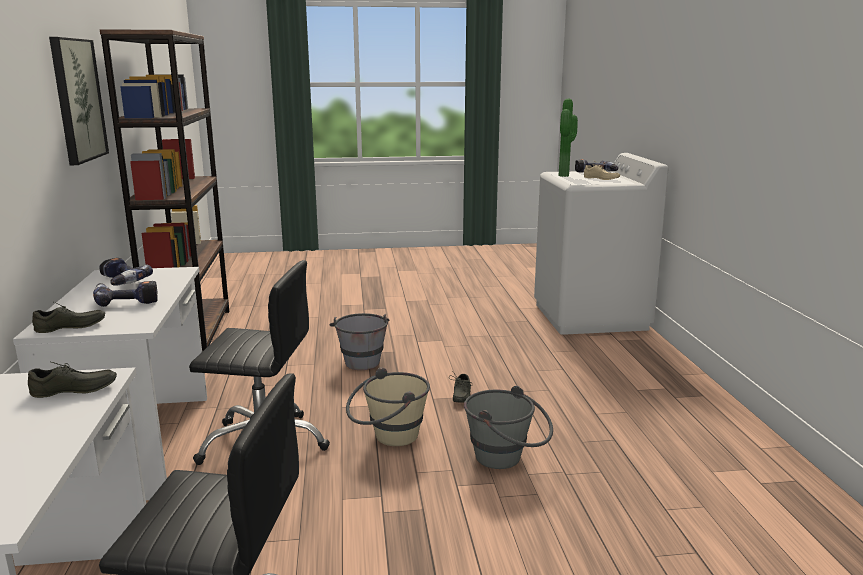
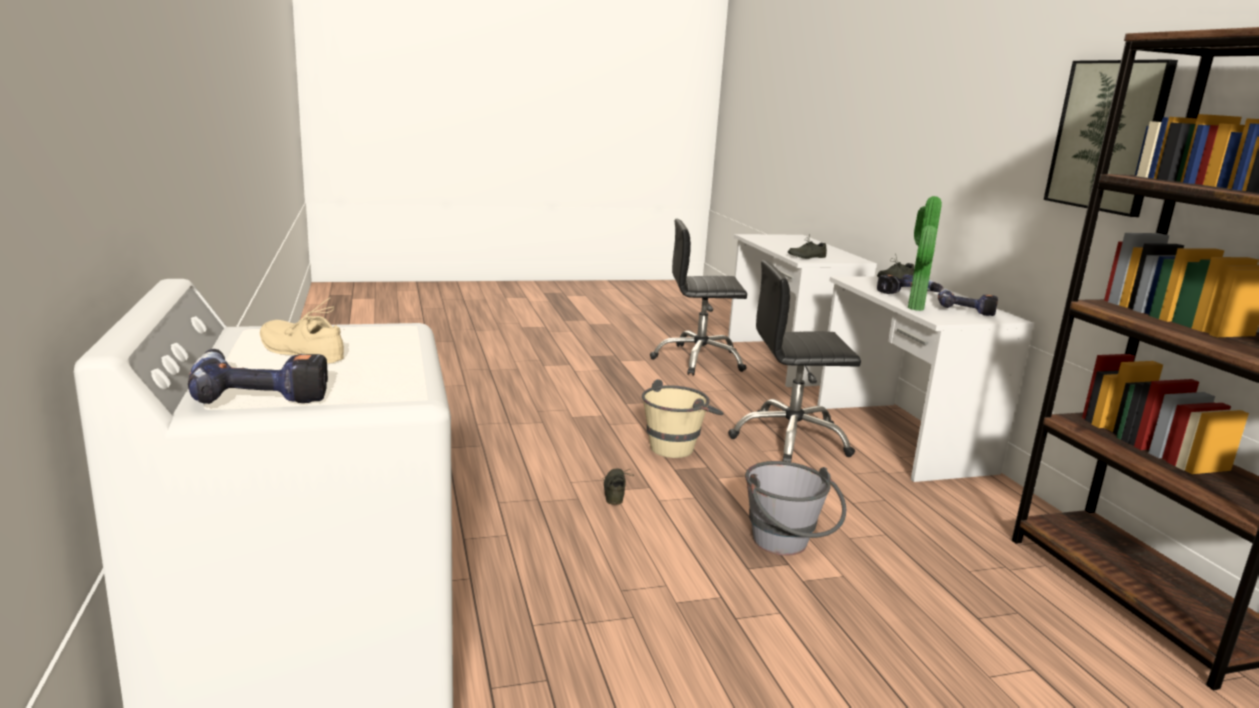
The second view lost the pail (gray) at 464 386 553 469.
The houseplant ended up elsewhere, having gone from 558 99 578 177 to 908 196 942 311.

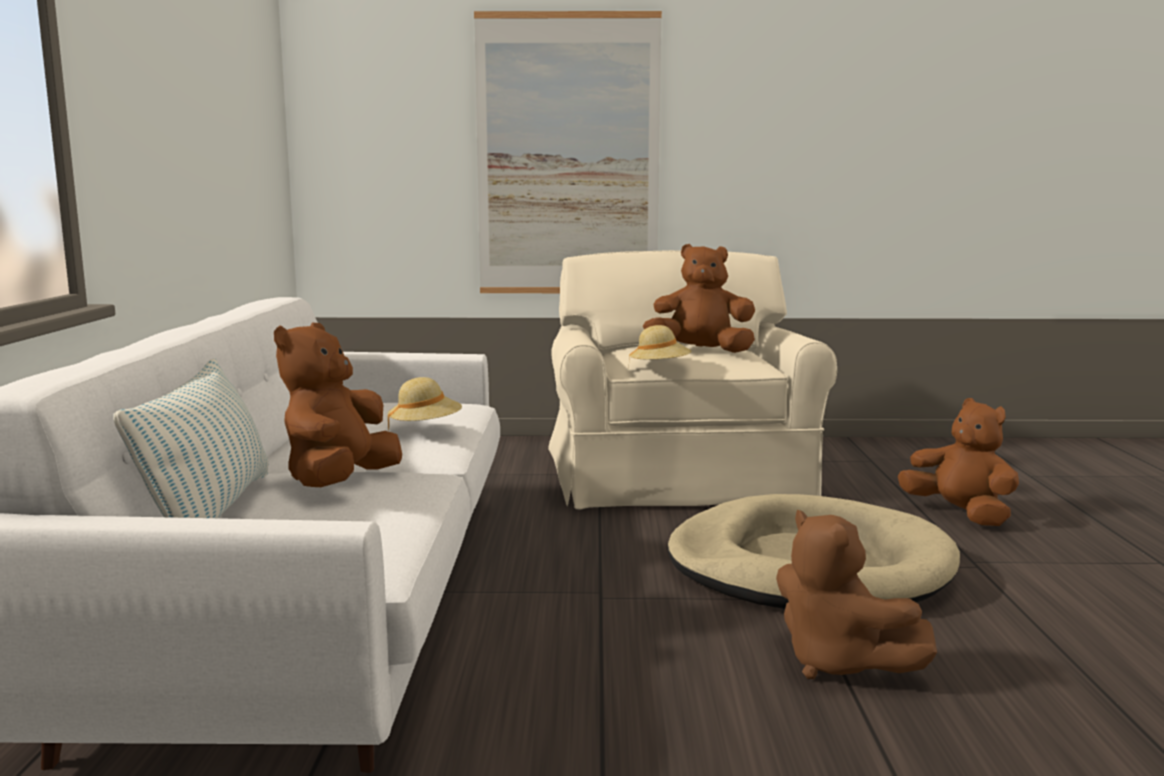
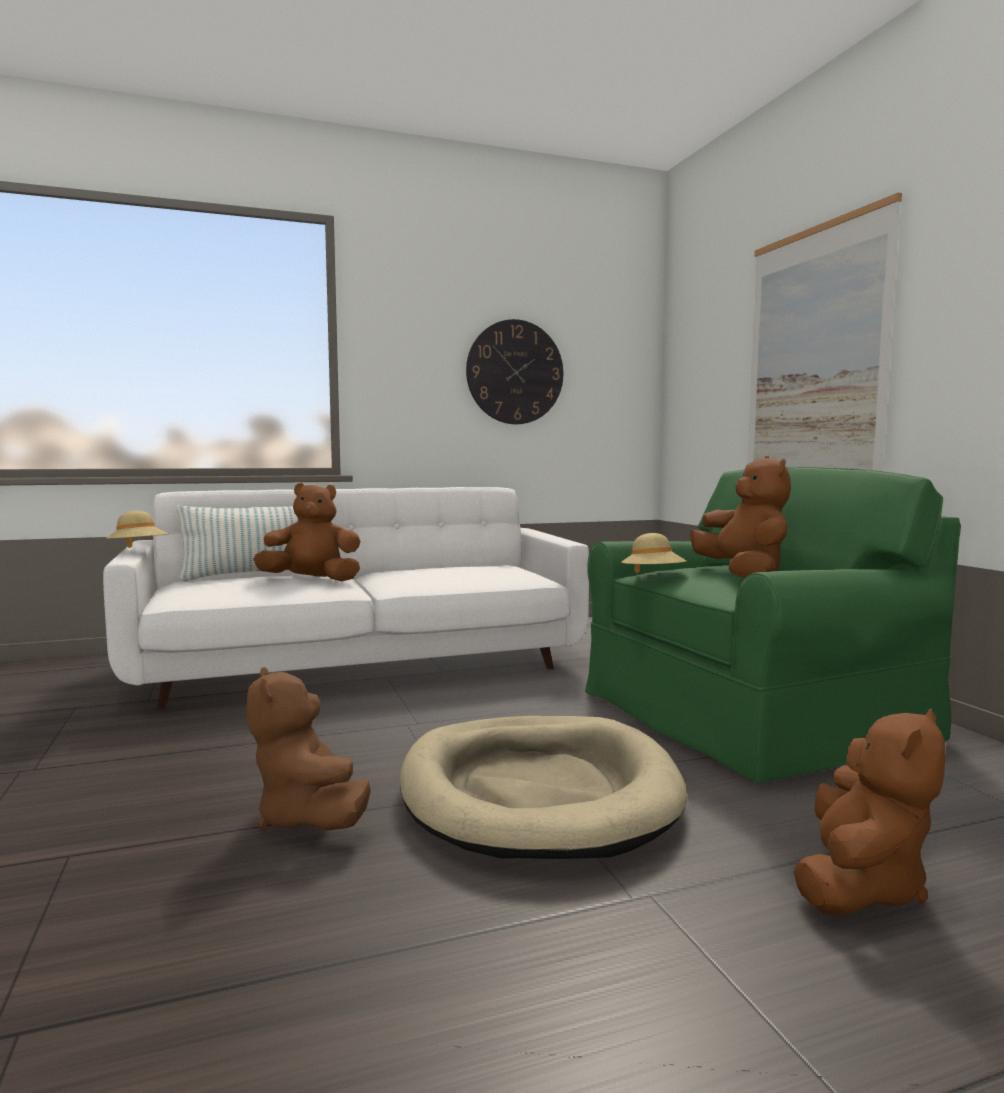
The second view gained the clock on the wall at 466 319 563 424.
The clothing hat (beige) ended up elsewhere, having gone from 387 377 462 431 to 106 511 169 548.
What was the easy chair (beige) at 548 250 837 510 turned into the easy chair (greenish) at 585 467 961 783.
The cuddly toy (brown) at 776 510 937 679 ended up facing another way, 60 degrees counterclockwise from before.

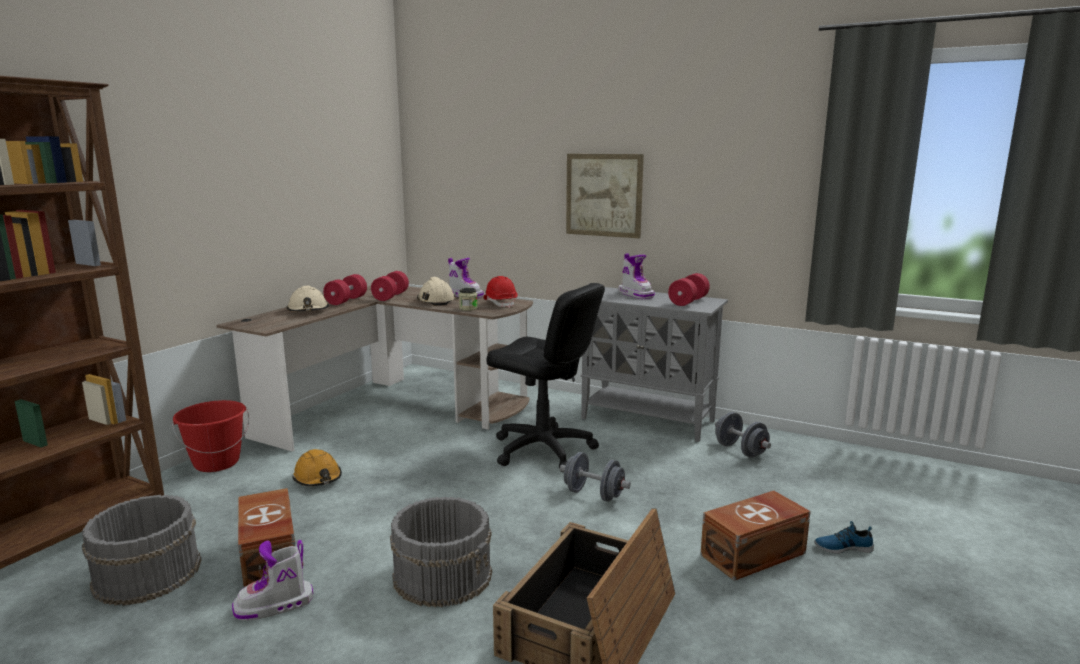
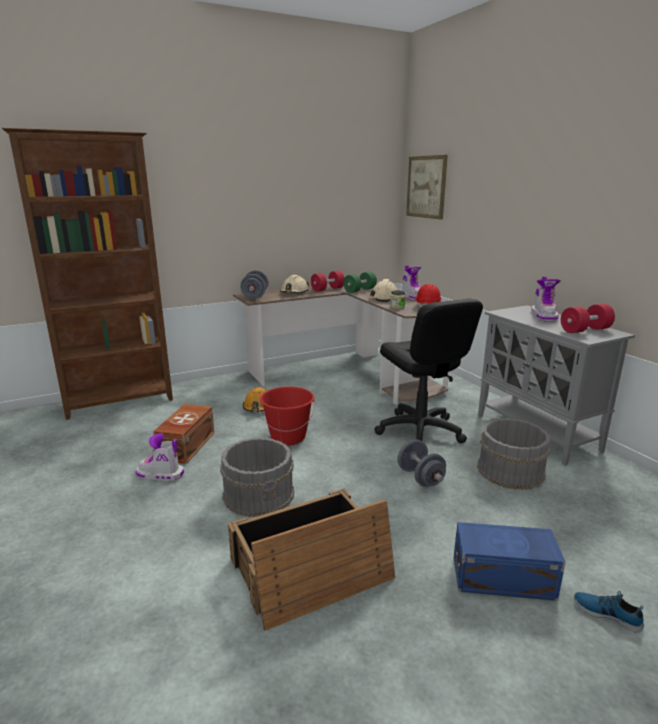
The pail (gray) ended up elsewhere, having gone from 82 495 201 606 to 477 418 550 490.
The pail (red-coloured) ended up elsewhere, having gone from 172 400 249 472 to 259 387 316 446.
The picture ended up elsewhere, having gone from 566 154 644 238 to 406 155 448 220.
The dumbbell (gray) ended up elsewhere, having gone from 715 412 771 458 to 240 270 269 299.
What was the dumbbell (red-coloured) at 371 271 409 301 turned into the dumbbell (greenish) at 343 271 377 293.
What was the storage box (brown) at 701 491 811 581 turned into the storage box (blue-coloured) at 454 522 566 601.

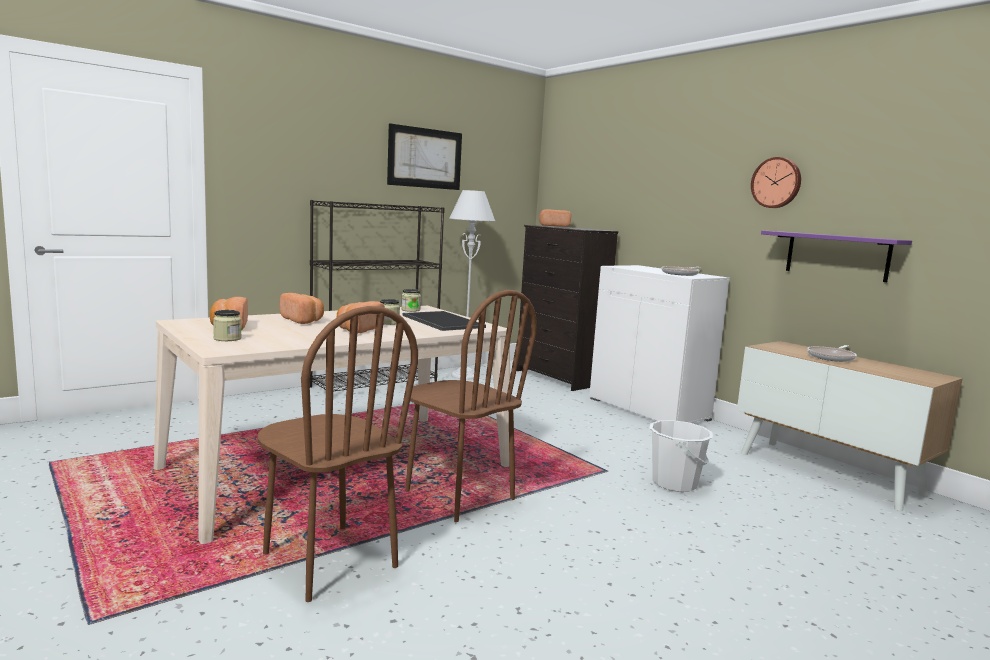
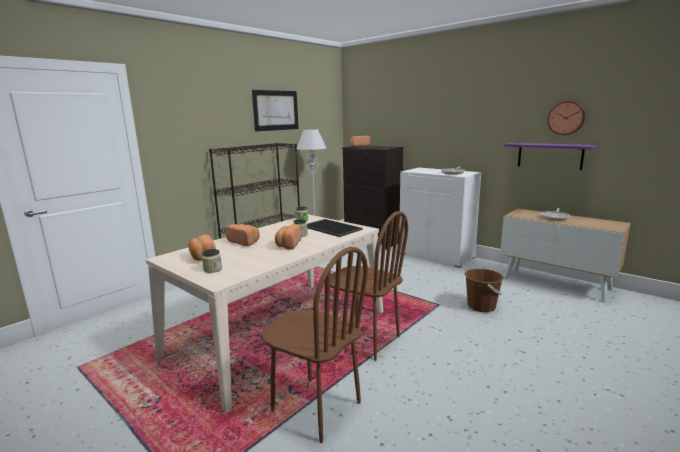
The clock on the wall ended up elsewhere, having gone from 751 157 801 208 to 547 101 585 135.
What was the pail (whitish) at 650 420 713 492 turned into the pail (brown) at 464 269 504 312.

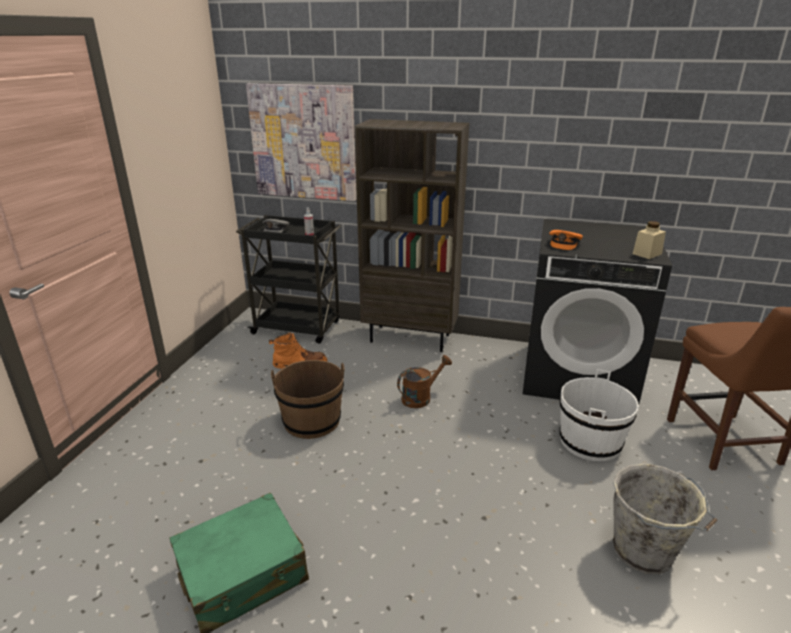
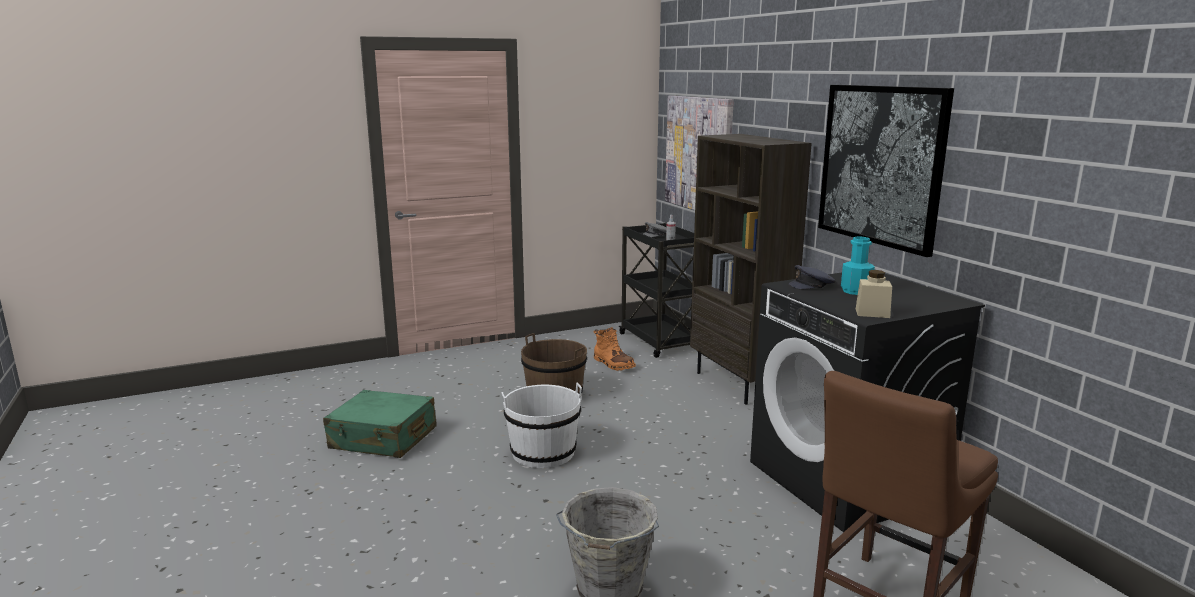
The second view lost the sprinkling can (brown) at 397 355 452 408.
The second view gained the picture at 818 85 954 257.
The second view gained the beverage bottle (turquoise) at 841 237 875 295.
The pail (whitish) ended up elsewhere, having gone from 559 369 639 461 to 502 382 582 468.
What was the peaked cap (orangey) at 549 230 583 250 turned into the peaked cap (gray) at 789 265 836 289.

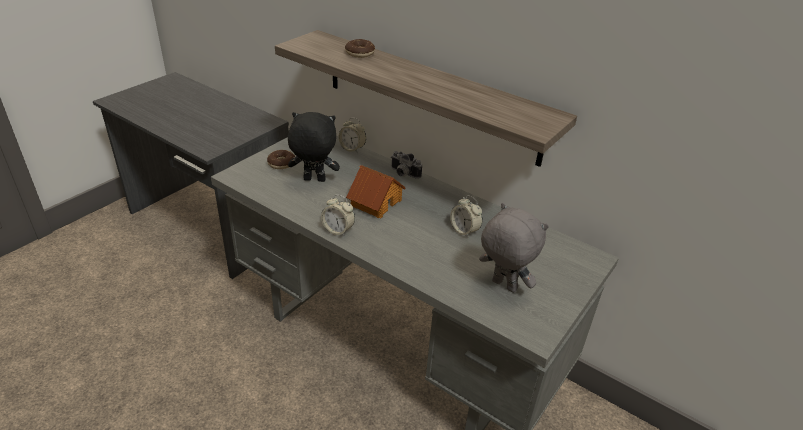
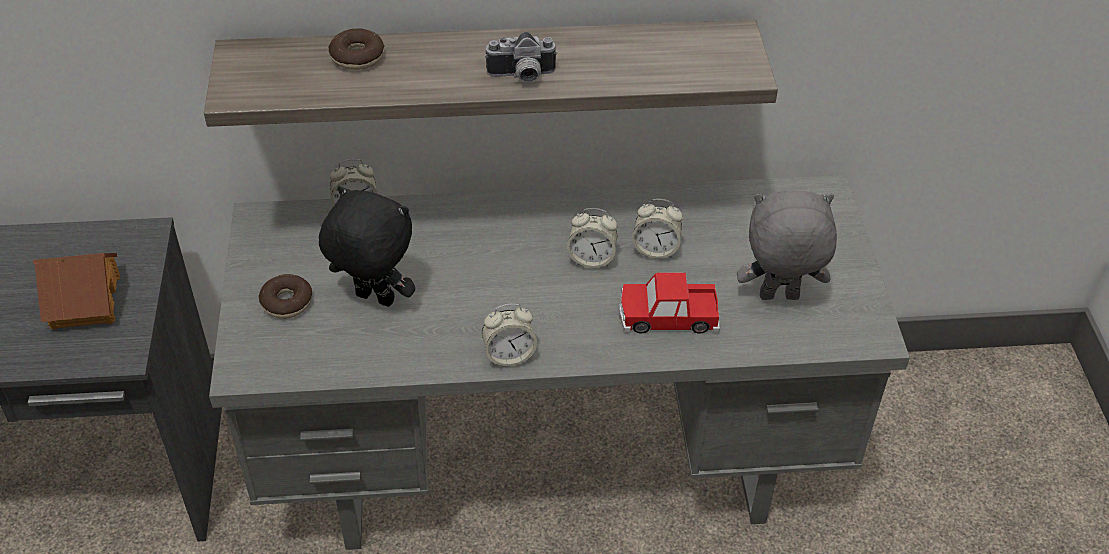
The second view gained the alarm clock at 567 208 617 268.
The second view gained the miniature car at 619 273 720 333.
The miniature house ended up elsewhere, having gone from 346 165 406 219 to 33 253 120 329.
The photo camera ended up elsewhere, having gone from 391 151 422 179 to 485 32 557 83.
The cuddly toy (blackish) at 288 112 340 182 ended up facing another way, 60 degrees clockwise from before.

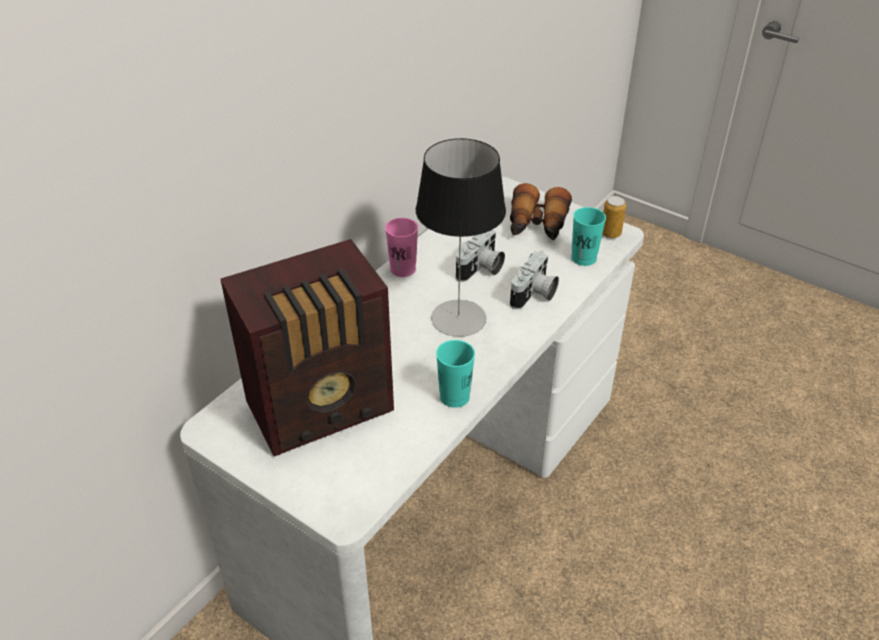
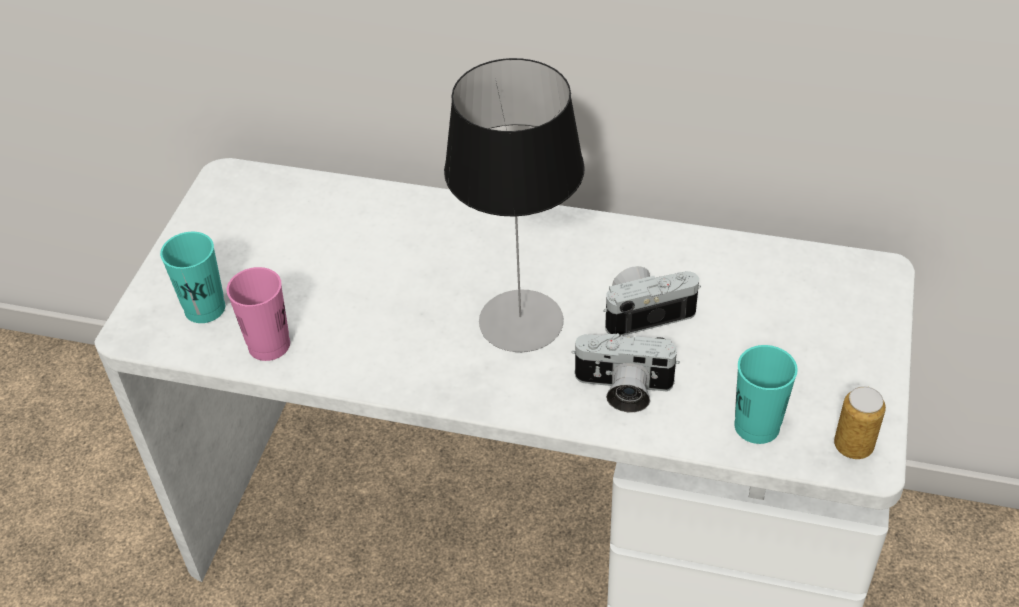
The second view lost the radio receiver at 220 239 394 456.
The second view lost the binoculars at 510 183 572 240.
The cup (pink) ended up elsewhere, having gone from 385 218 418 277 to 227 267 290 361.
The cup (turquoise) ended up elsewhere, having gone from 436 340 475 408 to 160 232 225 323.
The photo camera at 456 229 505 282 ended up facing another way, 150 degrees clockwise from before.

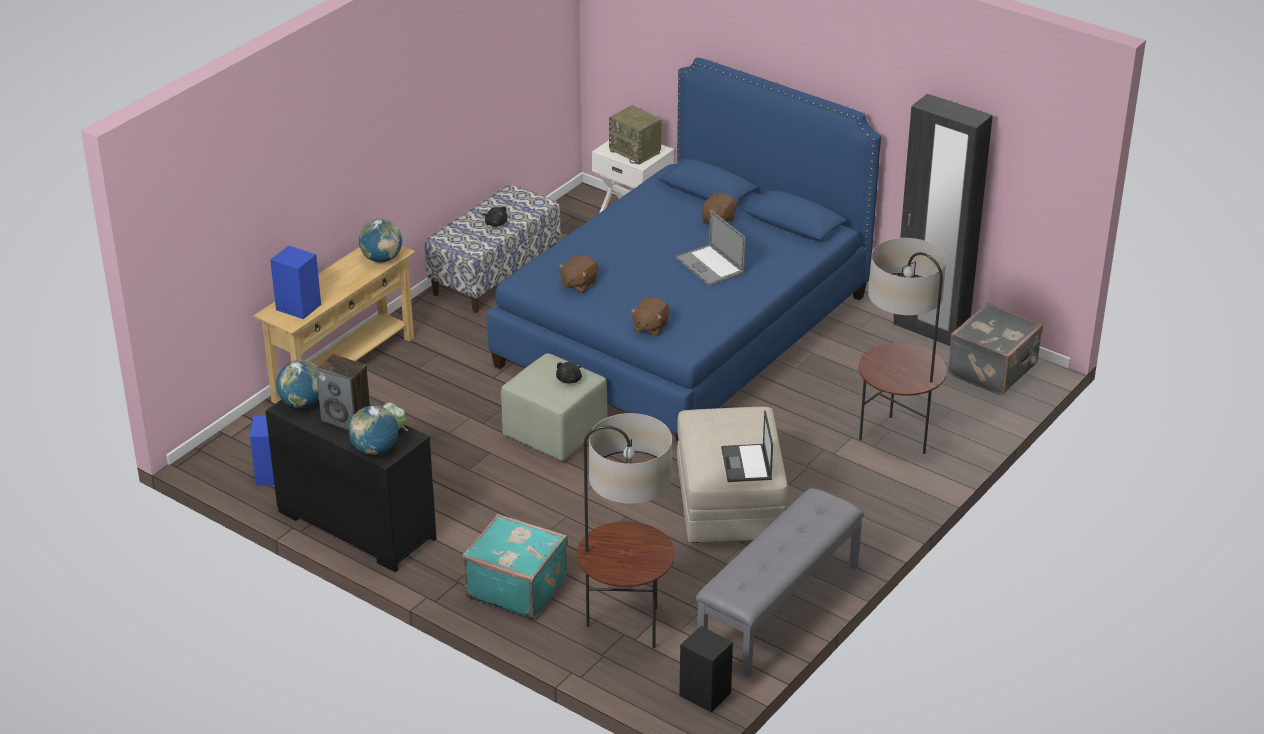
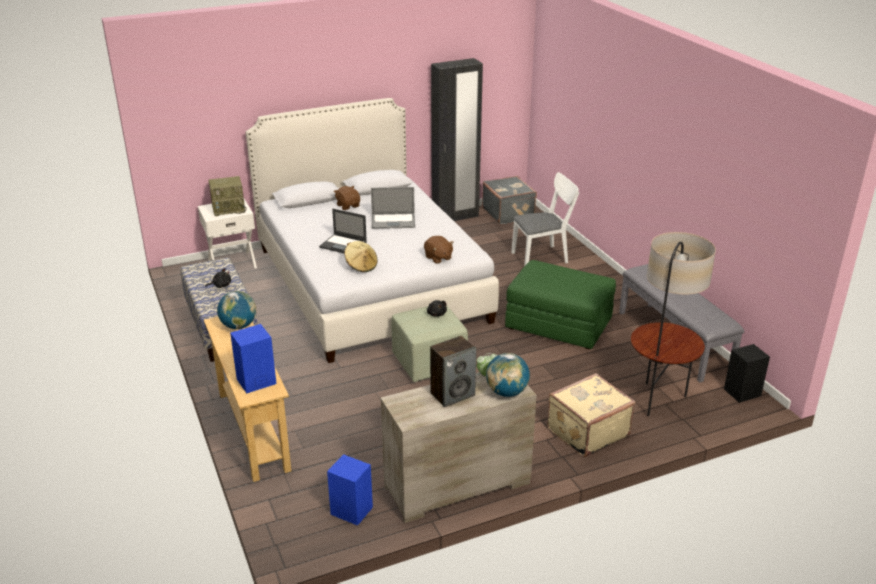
The second view lost the globe at 276 360 319 408.
The notebook computer ended up elsewhere, having gone from 721 410 773 482 to 319 208 367 253.
Where the cuddly toy (brown) stood at 559 255 598 293, the clothing hat (beige) came to stand at 344 241 378 272.
Where the standard lamp stood at 859 238 947 454, the chair (whitish) came to stand at 511 172 579 266.
What was the dresser (blackish) at 266 400 437 572 turned into the dresser (beige) at 381 372 537 523.
What was the piece of luggage (turquoise) at 462 514 568 619 turned into the piece of luggage (beige) at 547 373 635 457.
What was the sleeping bed (blue-coloured) at 487 57 881 442 turned into the sleeping bed (whitish) at 246 98 499 363.
What was the pouffe (beige) at 677 407 788 543 turned into the pouffe (greenish) at 505 260 616 349.

